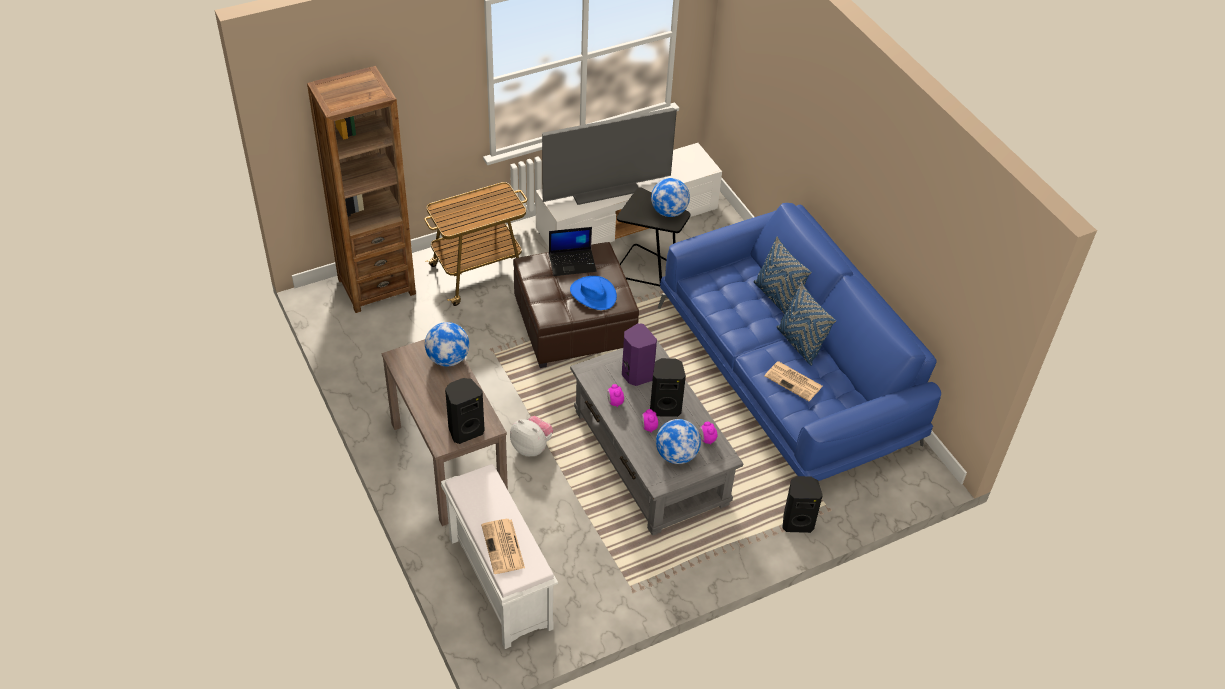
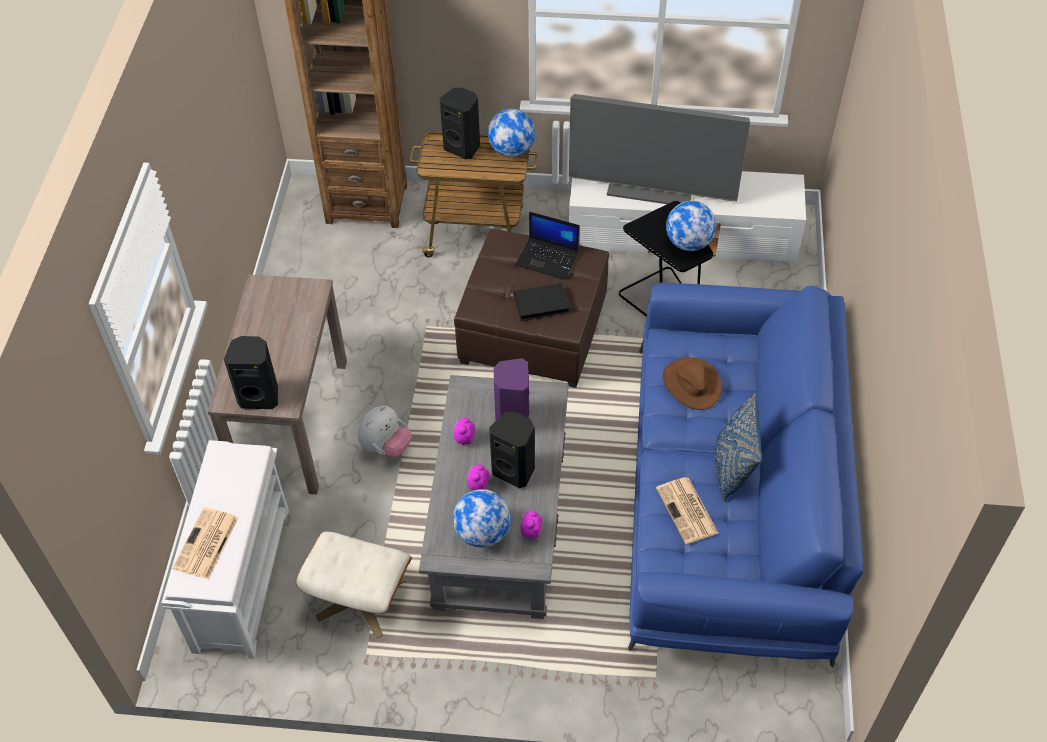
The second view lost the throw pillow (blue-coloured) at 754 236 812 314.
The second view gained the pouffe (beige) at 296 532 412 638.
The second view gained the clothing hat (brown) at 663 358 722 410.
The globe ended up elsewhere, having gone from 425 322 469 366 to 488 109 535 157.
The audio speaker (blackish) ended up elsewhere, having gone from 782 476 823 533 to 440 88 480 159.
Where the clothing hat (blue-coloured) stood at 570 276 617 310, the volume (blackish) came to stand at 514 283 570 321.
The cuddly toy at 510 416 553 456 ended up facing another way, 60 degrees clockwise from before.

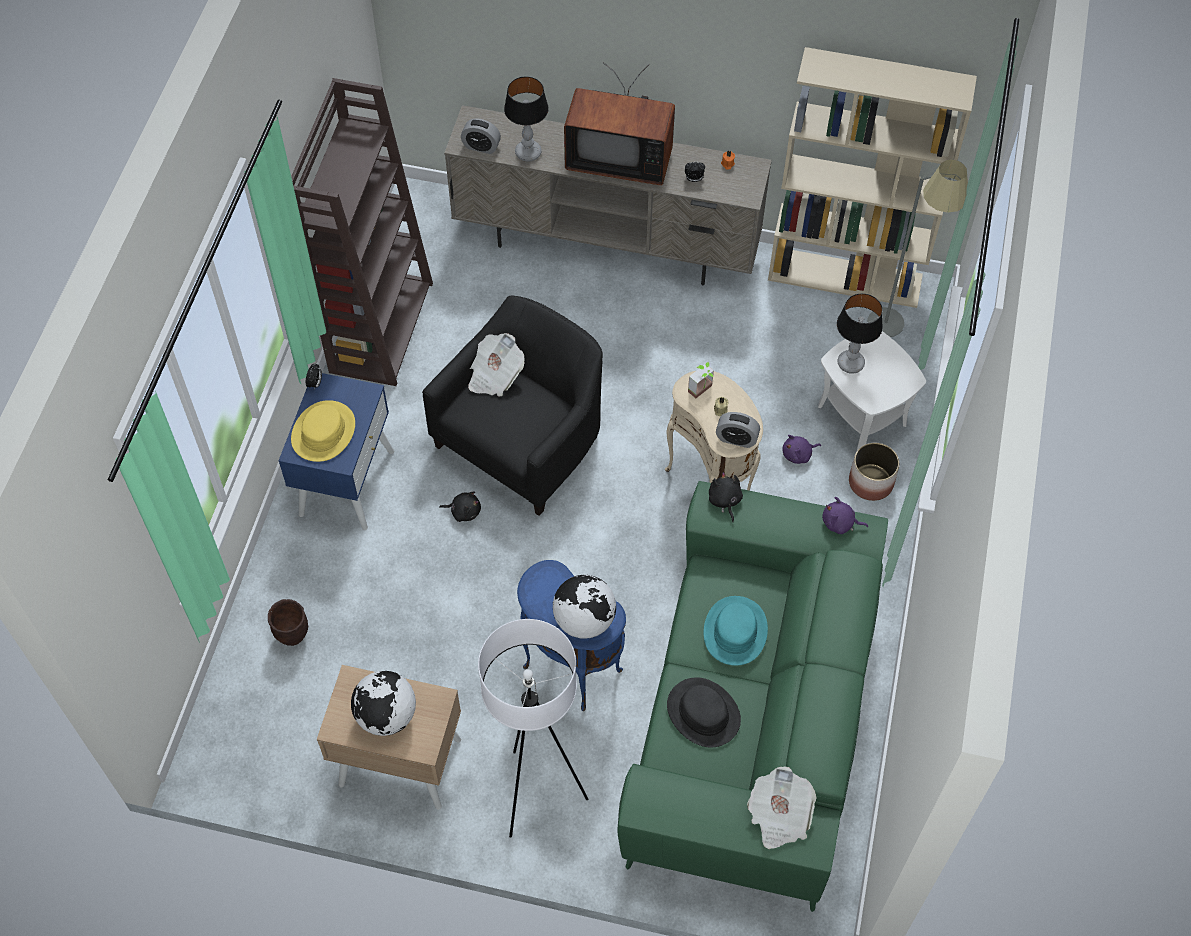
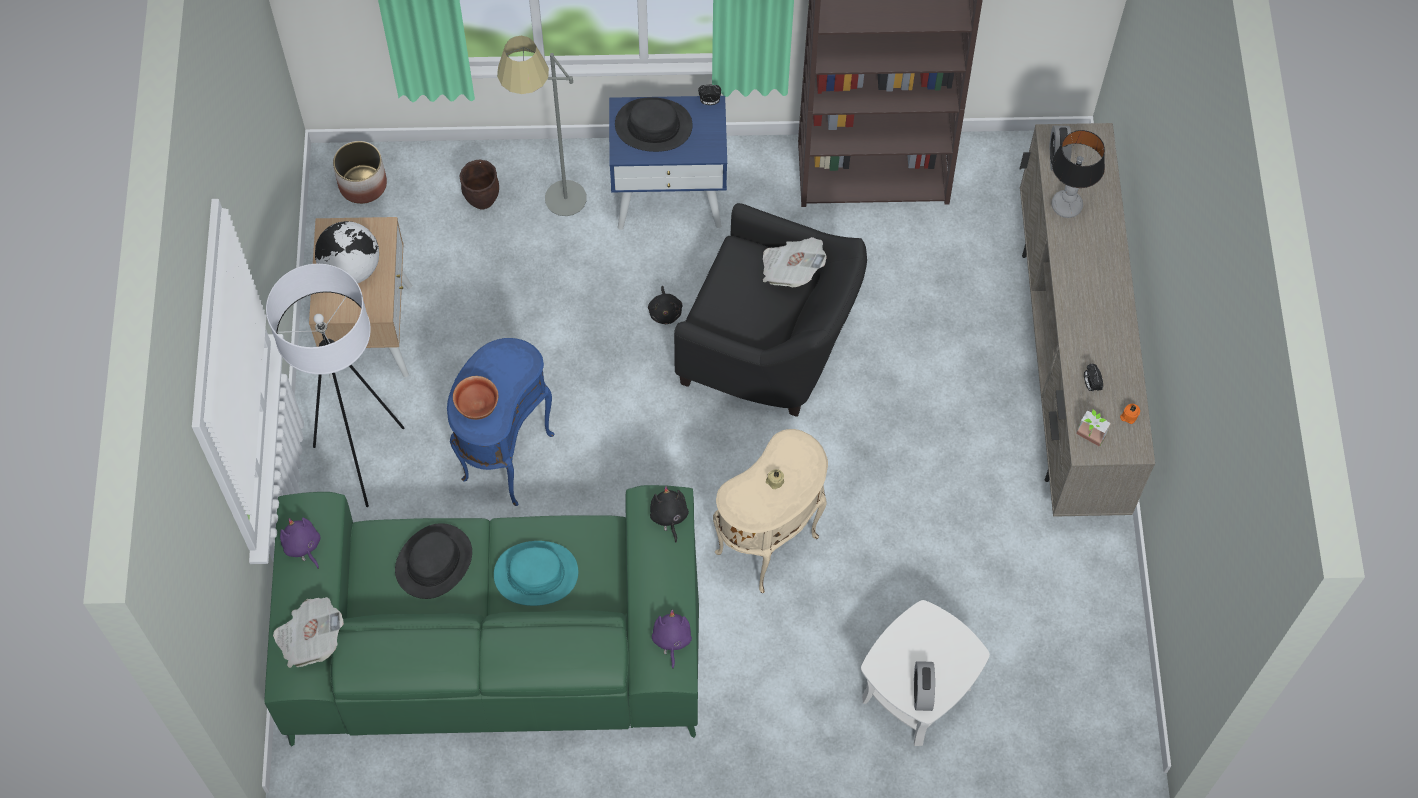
The second view lost the TV set at 564 62 675 185.
The second view lost the bookshelf (beige) at 768 47 977 308.
The second view lost the lamp for a table at 837 293 883 374.
The houseplant ended up elsewhere, having gone from 688 362 714 398 to 1076 409 1111 447.
The alarm clock ended up elsewhere, having gone from 716 412 760 448 to 914 661 935 711.
The cuddly toy (purplish) ended up elsewhere, having gone from 782 435 821 464 to 280 518 320 569.
The plant pot ended up elsewhere, having gone from 849 443 900 501 to 333 141 387 204.
The standard lamp (gray) ended up elsewhere, having gone from 867 160 968 337 to 497 36 587 216.
Where the globe stood at 553 575 616 638, the deep dish came to stand at 453 376 498 420.
What was the clothing hat (yellow) at 291 400 355 462 turned into the clothing hat (blackish) at 615 97 693 152.
The cuddly toy (blackish) at 709 472 743 522 ended up facing another way, 75 degrees counterclockwise from before.

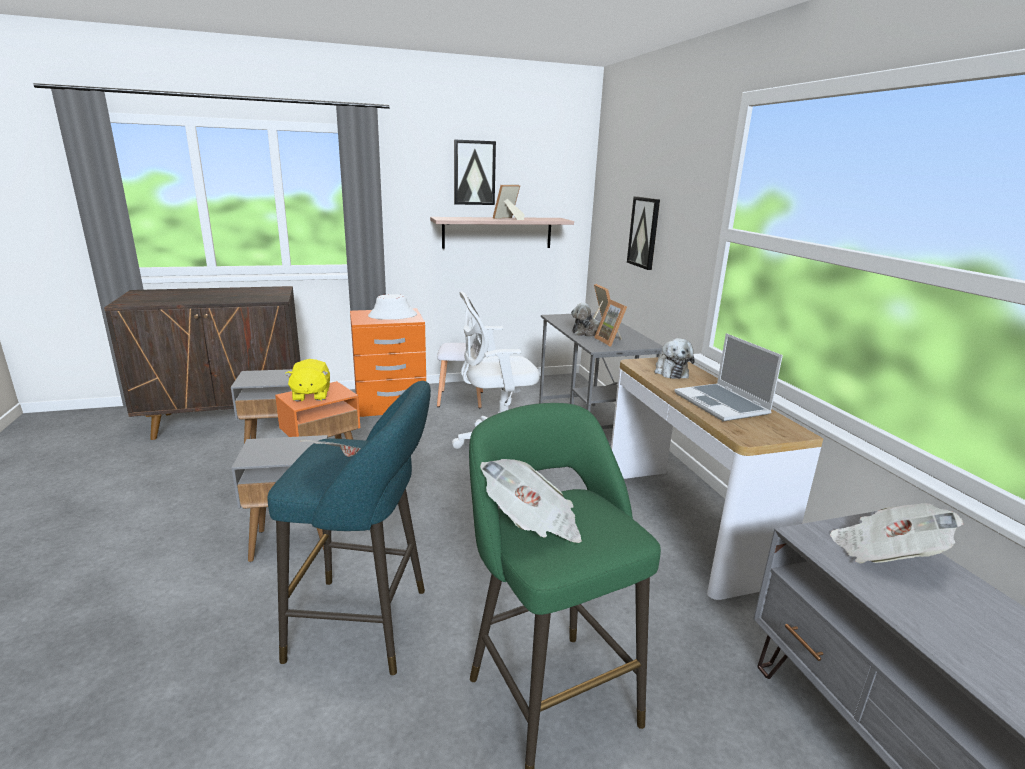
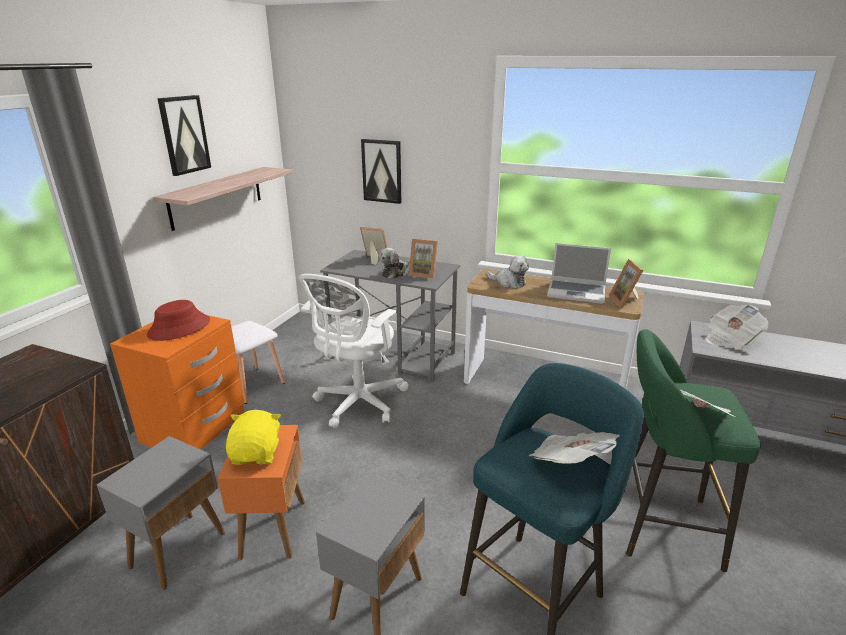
The standing frame ended up elsewhere, having gone from 493 185 524 220 to 609 259 643 308.
What was the clothing hat (whitish) at 368 294 417 320 turned into the clothing hat (red-coloured) at 147 300 210 341.
The cuddly toy (yellow) at 285 359 330 401 ended up facing another way, 120 degrees counterclockwise from before.

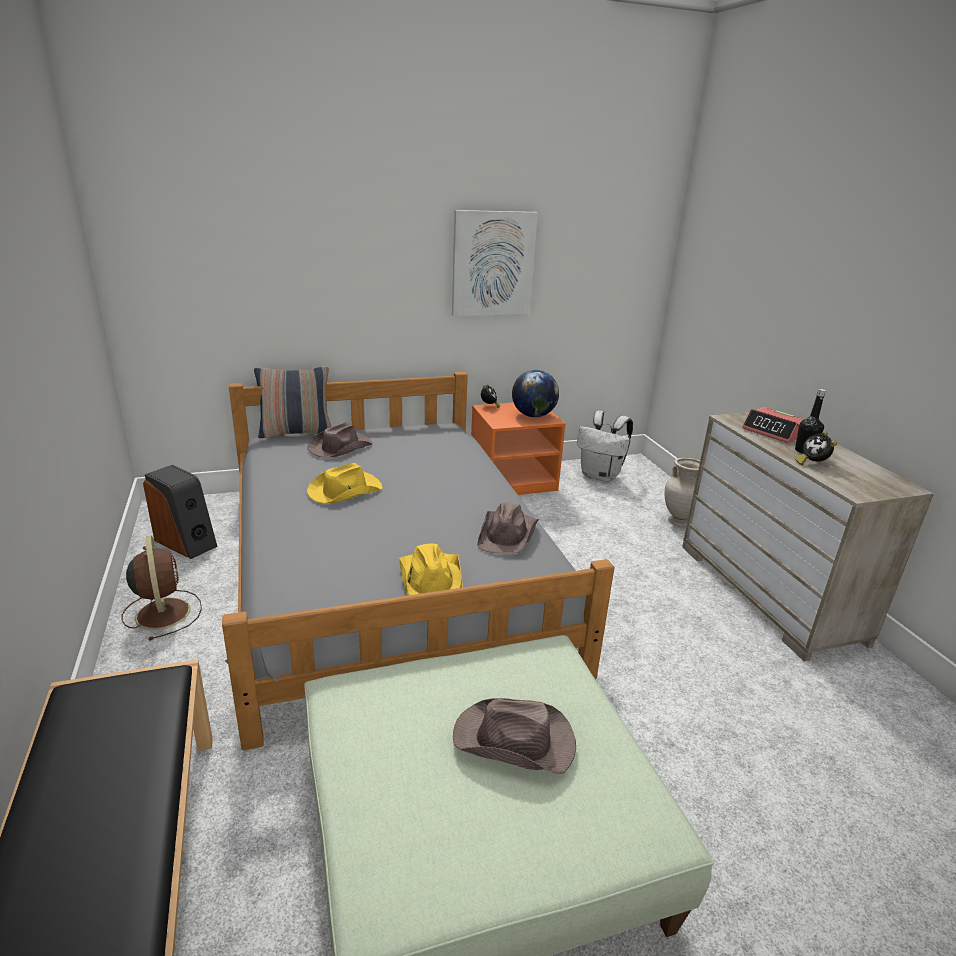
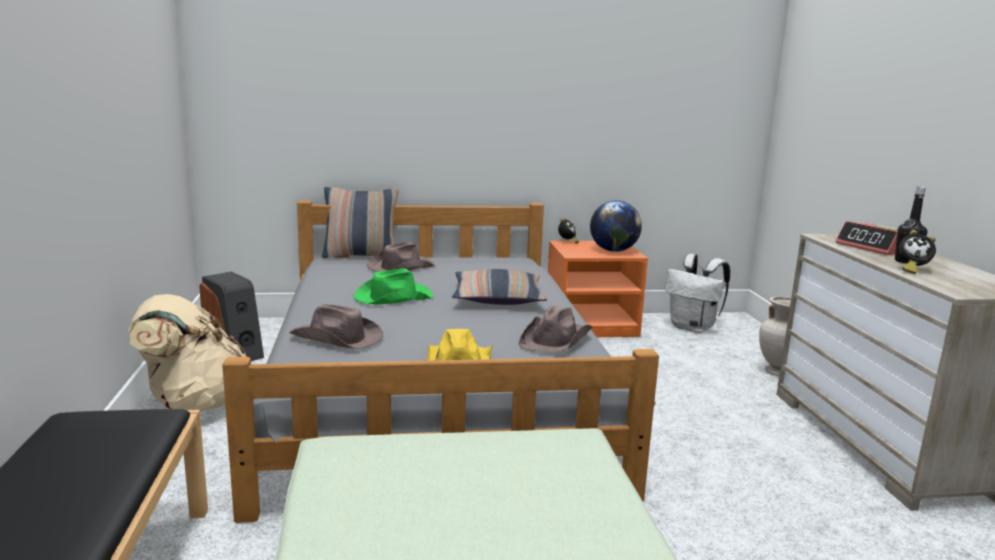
The second view lost the picture at 452 210 538 316.
The second view gained the throw pillow at 452 269 547 305.
The clothing hat (brown) ended up elsewhere, having gone from 453 698 576 774 to 289 304 383 350.
Where the electric fan (brown) stood at 122 535 202 641, the rucksack (beige) came to stand at 128 294 247 411.
What was the clothing hat (yellow) at 307 463 383 503 turned into the clothing hat (greenish) at 354 268 433 305.
The alarm clock at 795 431 837 465 ended up facing another way, 60 degrees counterclockwise from before.

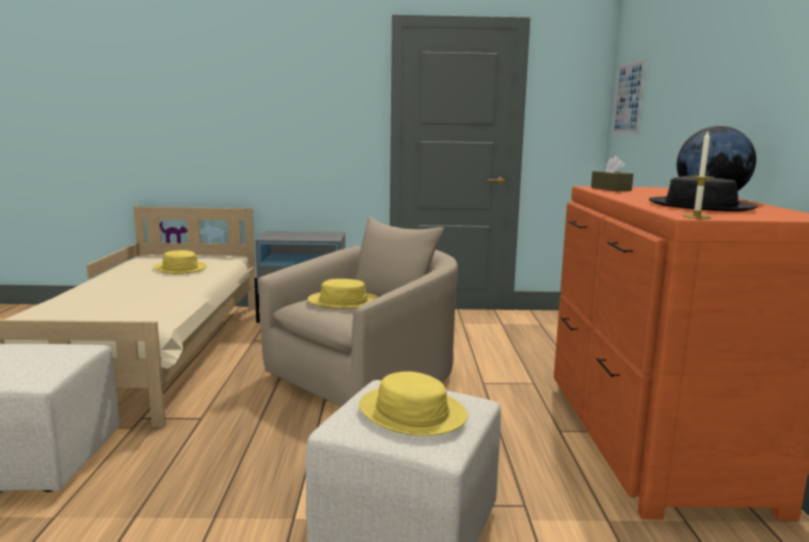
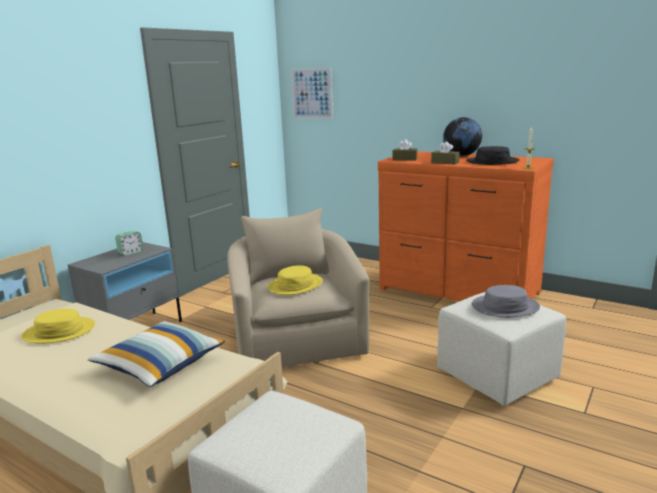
The second view gained the throw pillow at 88 321 225 387.
The second view gained the alarm clock at 115 231 143 256.
The second view gained the box of tissues (brown) at 431 141 459 164.
What was the clothing hat (yellow) at 359 371 468 436 turned into the clothing hat (gray) at 472 285 540 318.

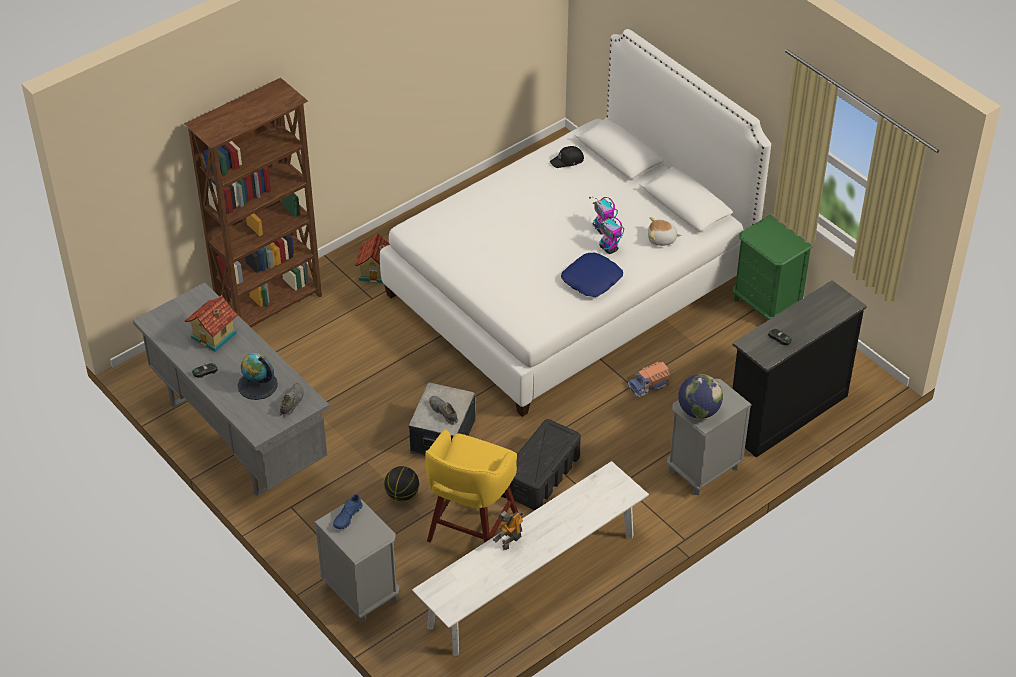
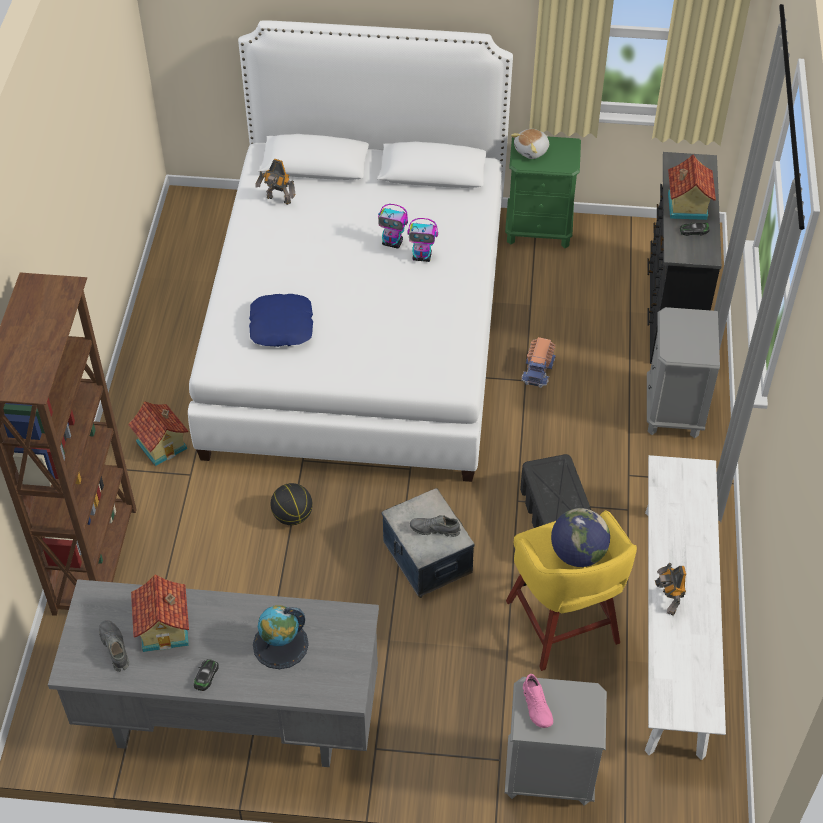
The second view gained the miniature house at 668 154 716 220.
The item of footwear (gray) ended up elsewhere, having gone from 279 383 304 417 to 99 620 129 672.
The basketball ended up elsewhere, having gone from 384 466 419 501 to 270 483 313 525.
The throw pillow (blue-coloured) ended up elsewhere, having gone from 561 253 623 297 to 249 294 313 347.
The cuddly toy ended up elsewhere, having gone from 648 217 681 246 to 511 129 549 159.
The globe ended up elsewhere, having gone from 678 374 723 419 to 551 508 610 567.
Where the peaked cap (blackish) stood at 550 146 584 168, the model robot came to stand at 255 159 295 205.
What was the item of footwear (blue-coloured) at 333 494 363 529 turned into the item of footwear (pink) at 523 674 553 728.

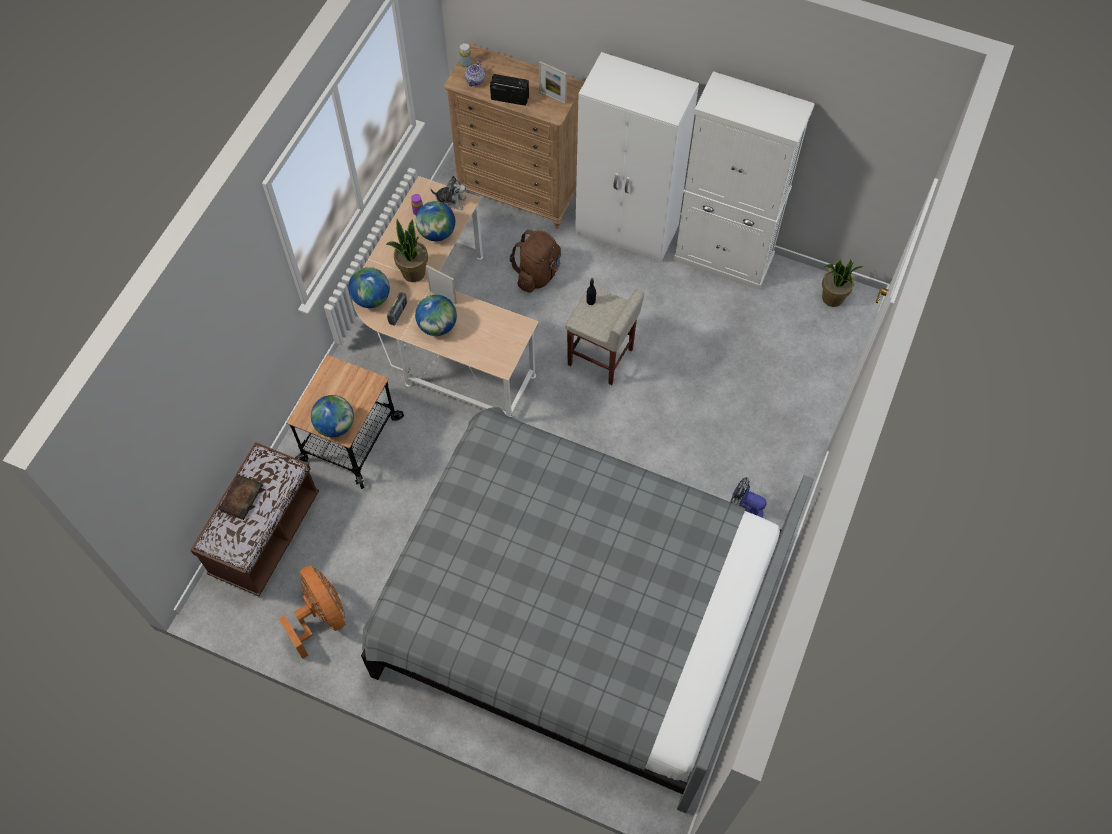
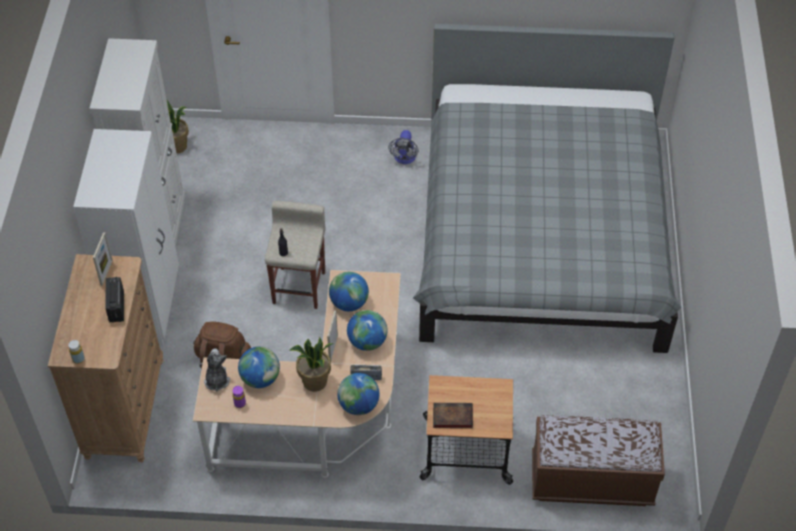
The second view lost the electric fan (orangey) at 279 565 345 659.
The second view lost the tea pot at 465 60 485 87.
The volume ended up elsewhere, having gone from 218 475 263 520 to 433 403 473 428.
The globe ended up elsewhere, having gone from 311 395 354 437 to 329 272 369 311.

